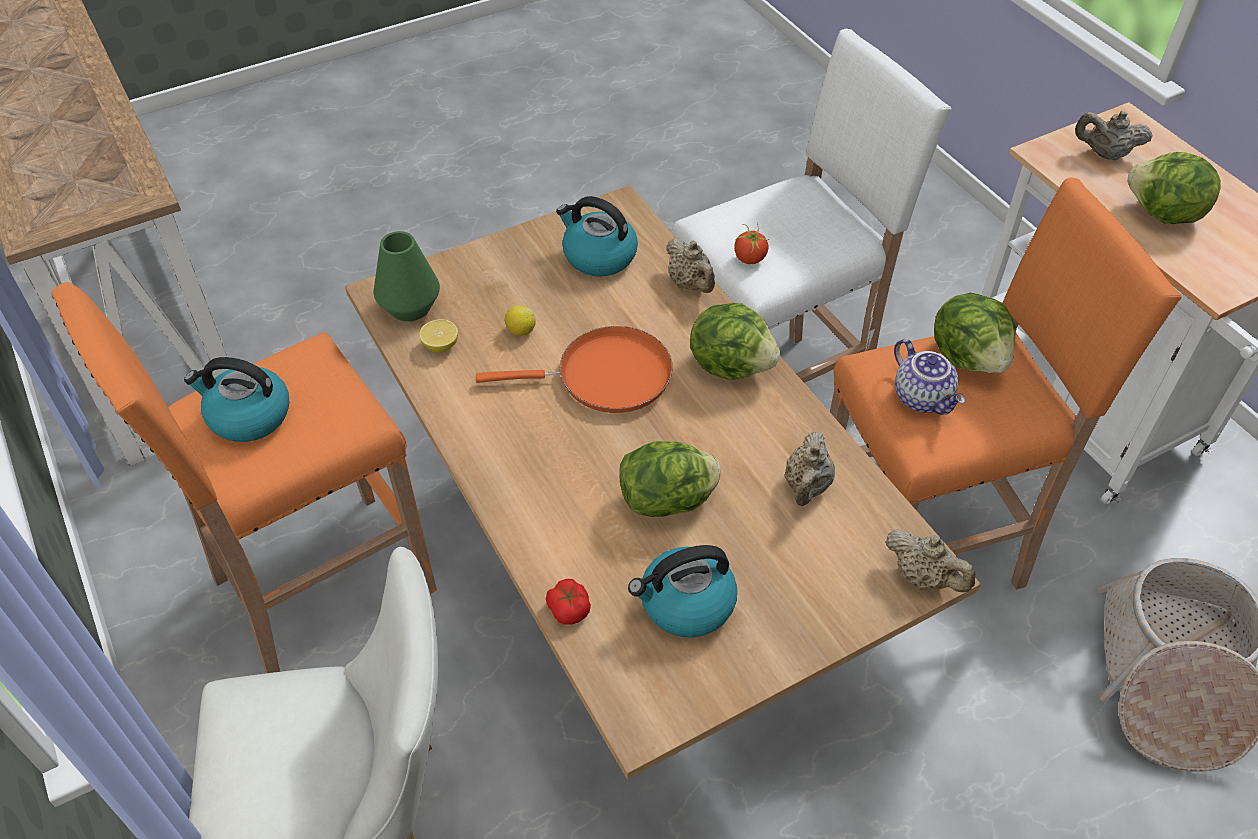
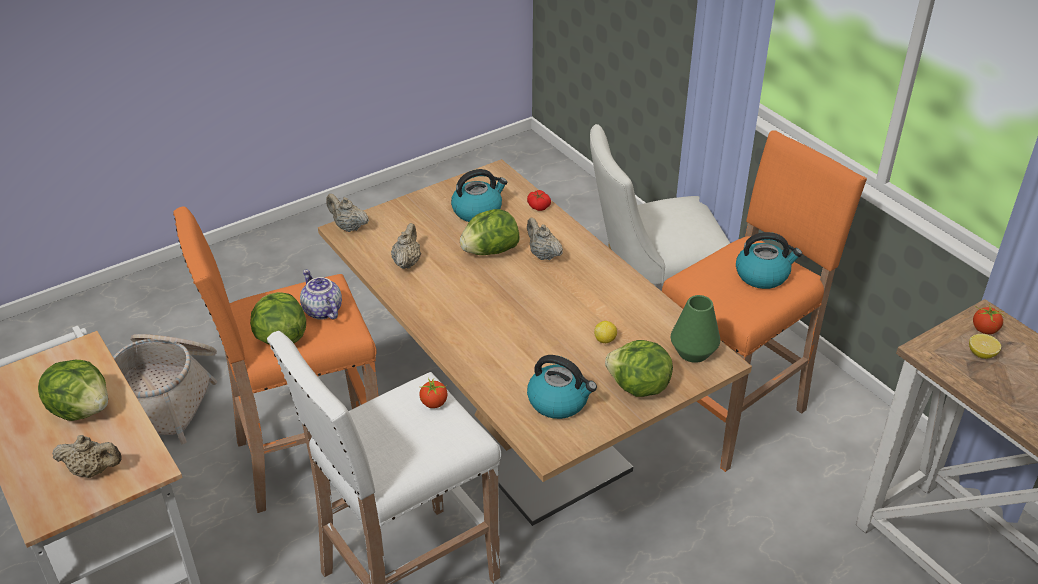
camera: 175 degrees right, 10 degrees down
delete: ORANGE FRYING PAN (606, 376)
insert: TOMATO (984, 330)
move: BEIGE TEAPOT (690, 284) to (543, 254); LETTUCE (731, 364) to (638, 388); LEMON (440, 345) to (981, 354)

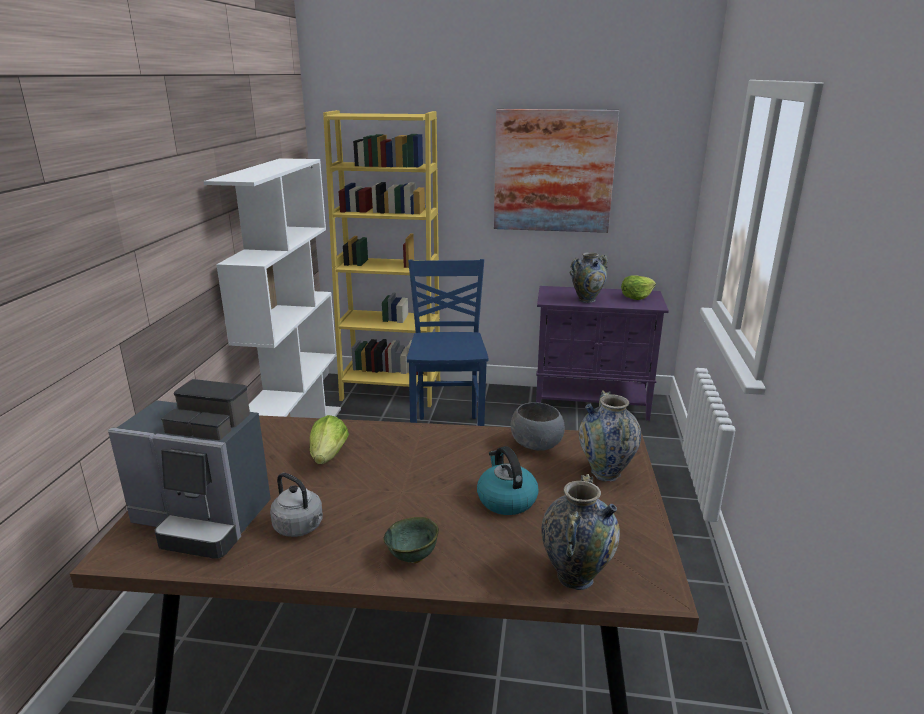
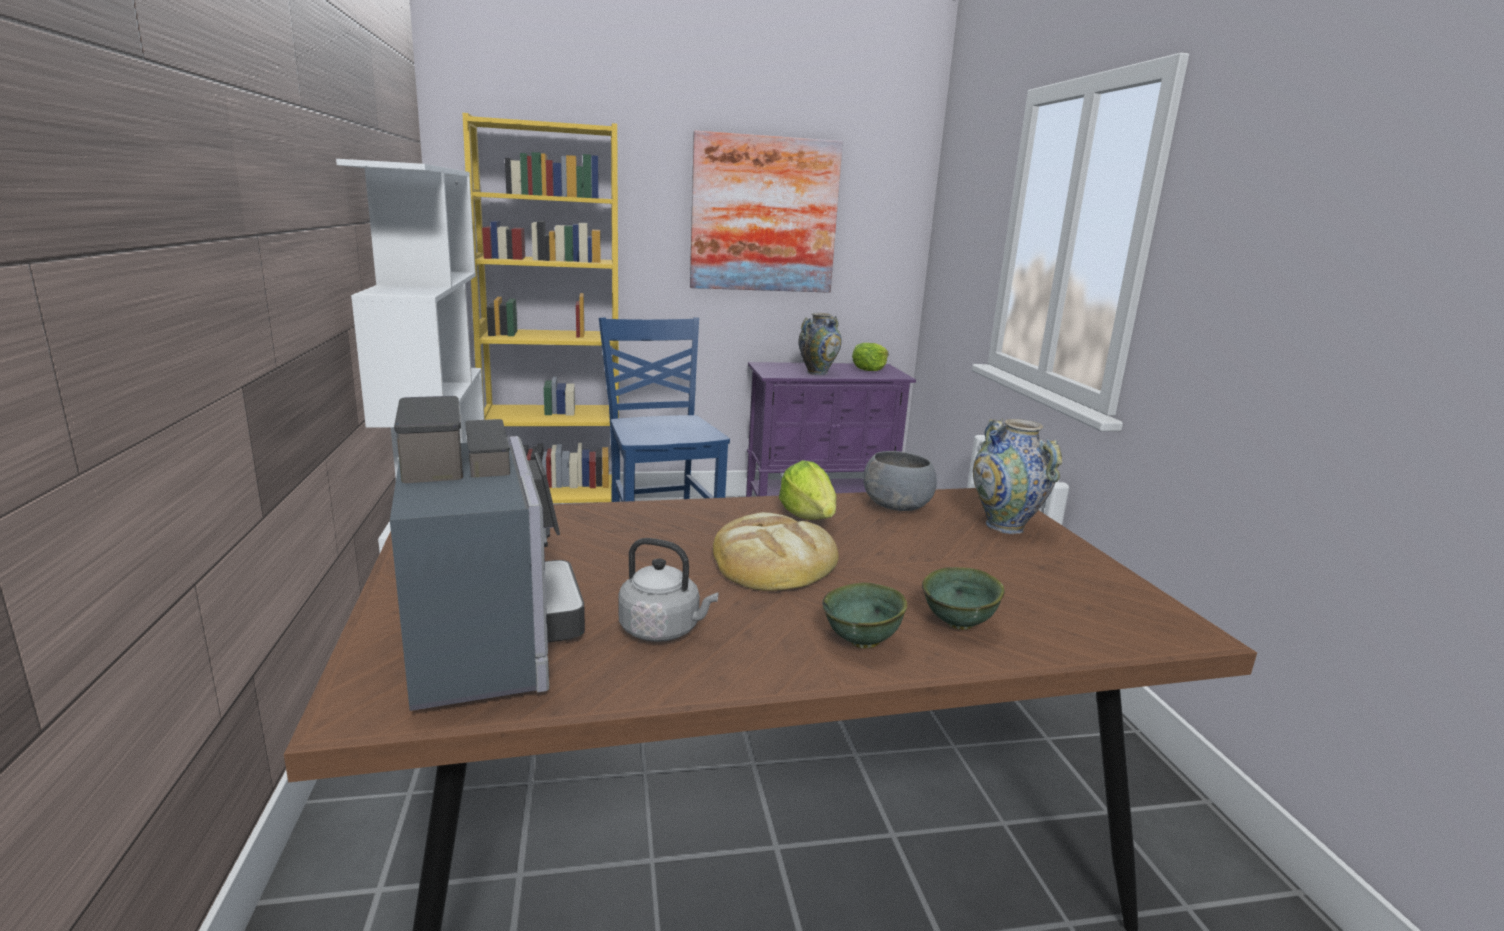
camera: 20 degrees left, 5 degrees down
delete: KETTLE (506, 499); VASE (575, 576)
insert: BREAD (773, 561); GREEN BOWL (959, 624)
move: LETTUCE (329, 456) to (808, 516)
rotate: COFFEE MACHINE (203, 520) = (492, 642) 105 degrees counterclockwise

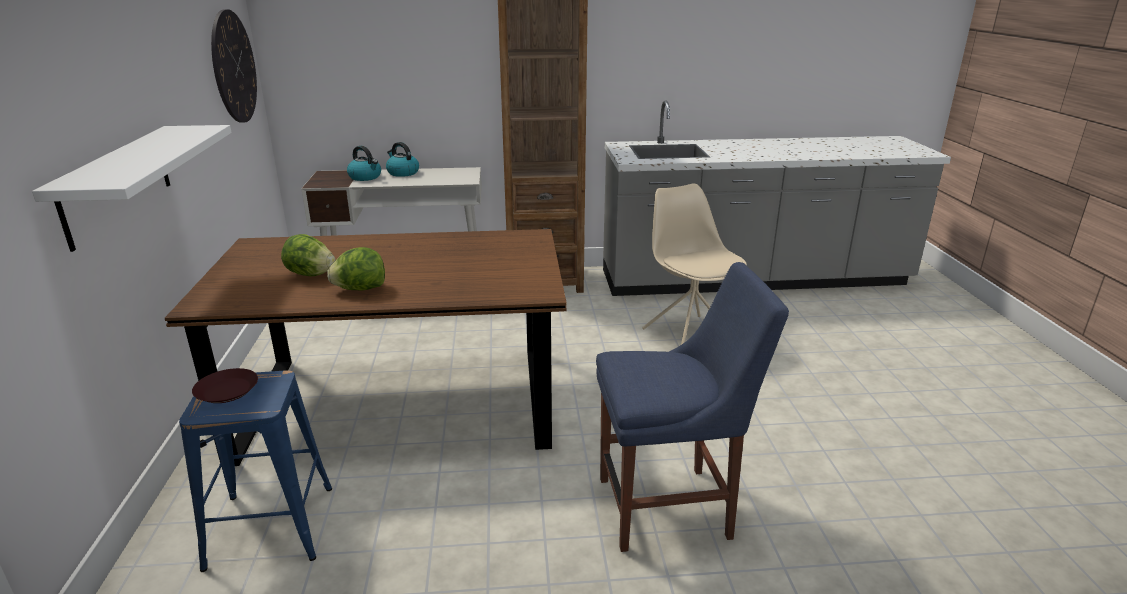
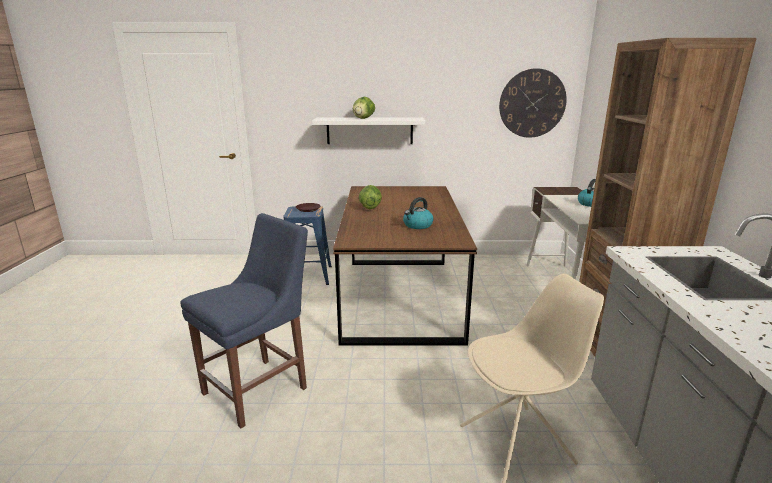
camera: 95 degrees right, 5 degrees down
move: KETTLE (365, 177) to (417, 225); LETTUCE (310, 274) to (363, 118)
rotate: BLUE CHAIR (671, 507) = (259, 388) 135 degrees counterclockwise

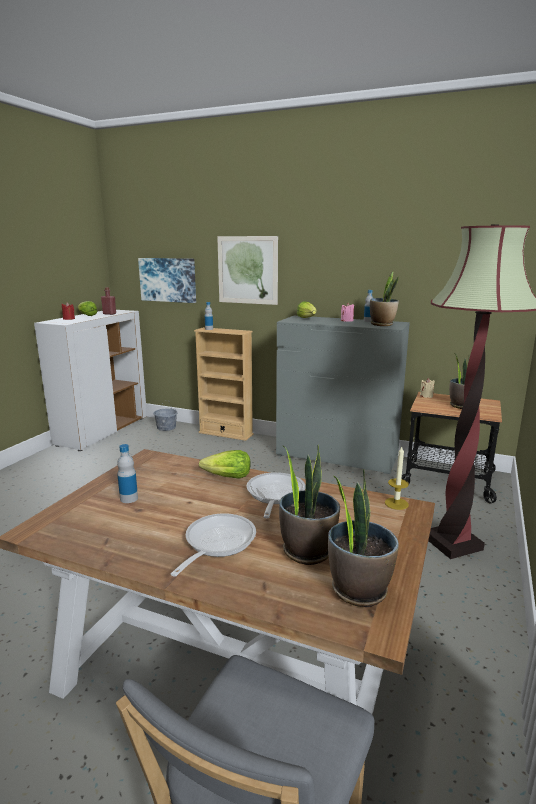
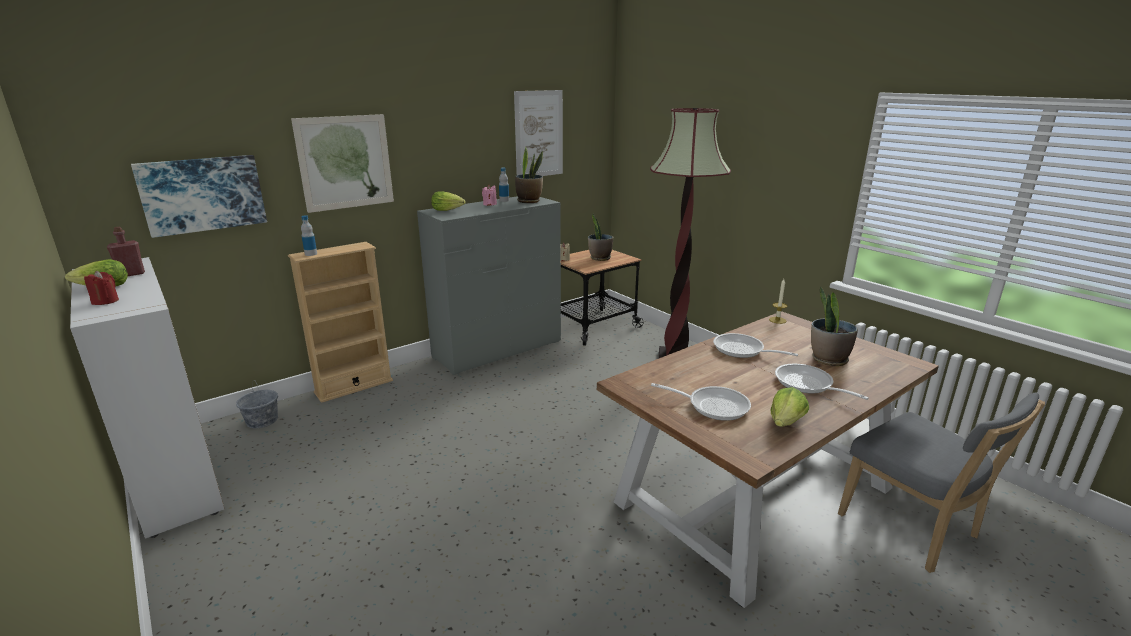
camera: 60 degrees left, 5 degrees up
delete: POTTED PLANT (358, 589)
insert: PICTURE (539, 134)
move: LETTUCE (227, 477) to (786, 422)
replace: BOTTLE (129, 498) to FRYING PAN (712, 406)

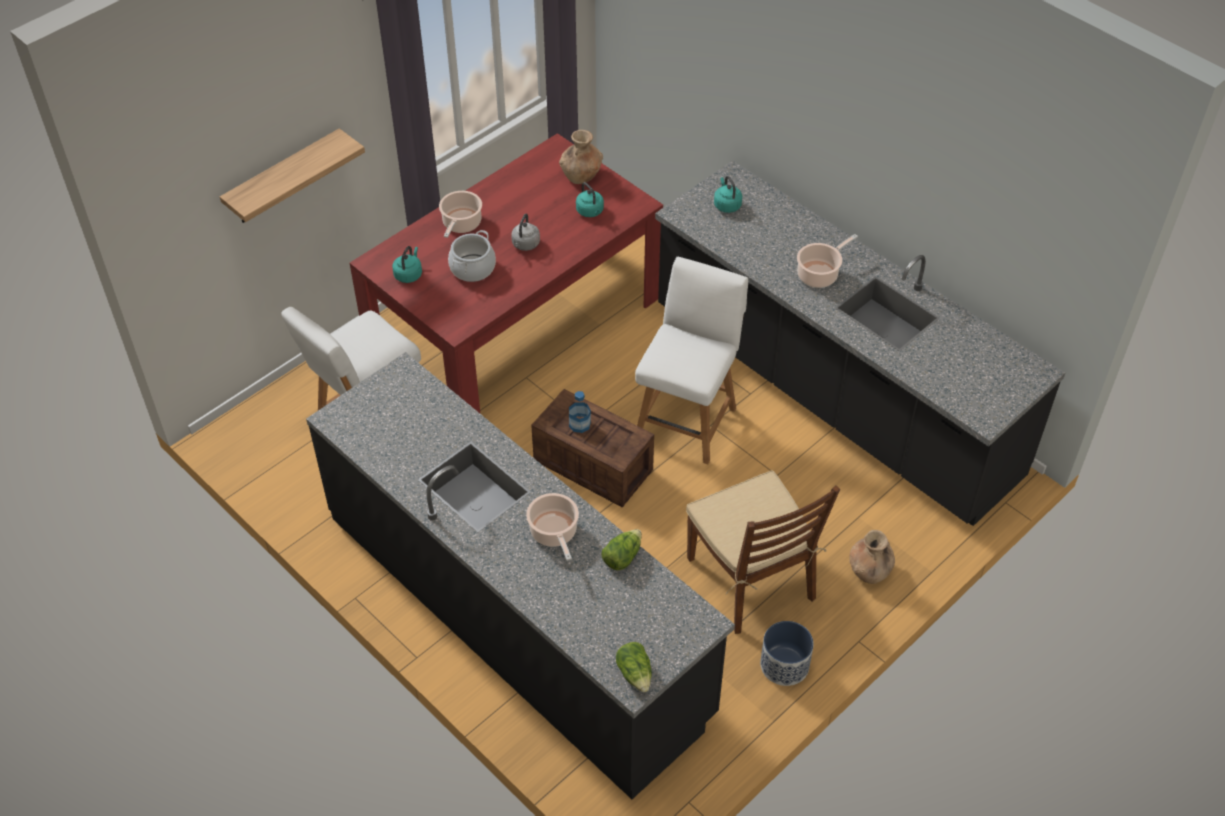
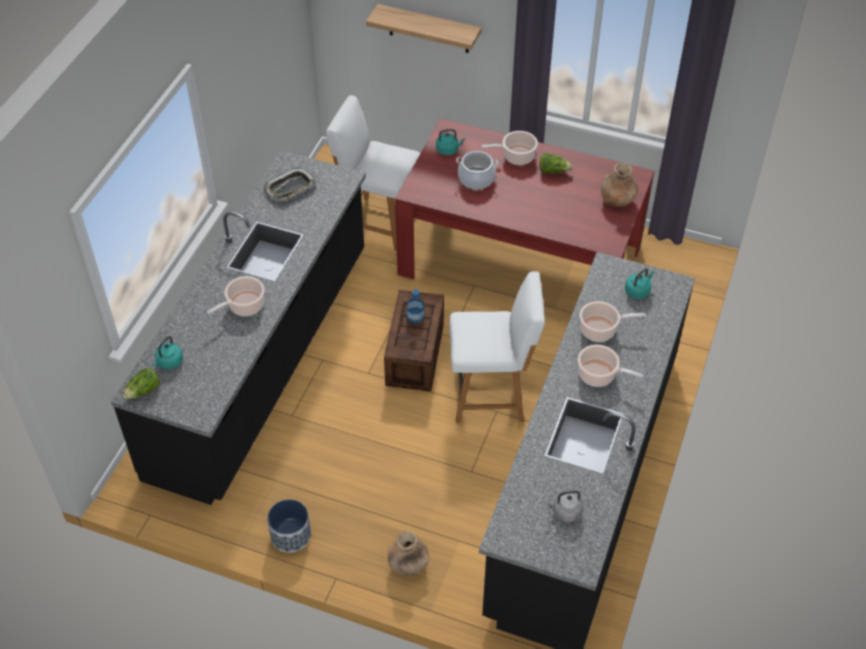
camera: 65 degrees right, 0 degrees up
delete: BROWN CHAIR (751, 579)
insert: TRAY (290, 188); COOKING POT (600, 330)
move: TURQUOISE KETTLE (590, 212) to (169, 363); GREY KETTLE (525, 245) to (565, 512); LETTUCE (622, 556) to (553, 171)

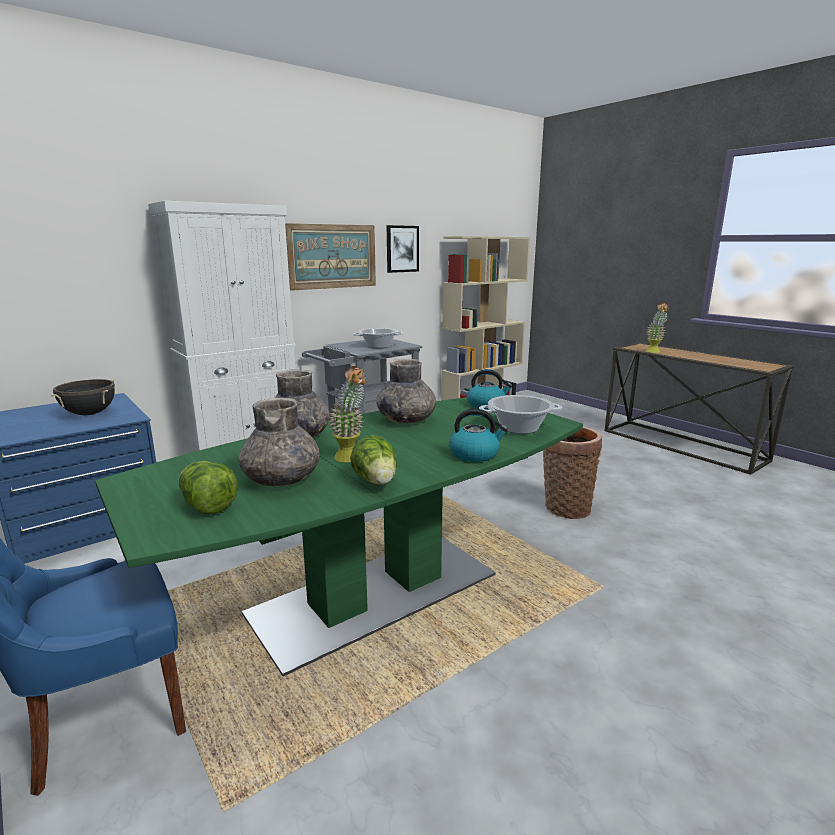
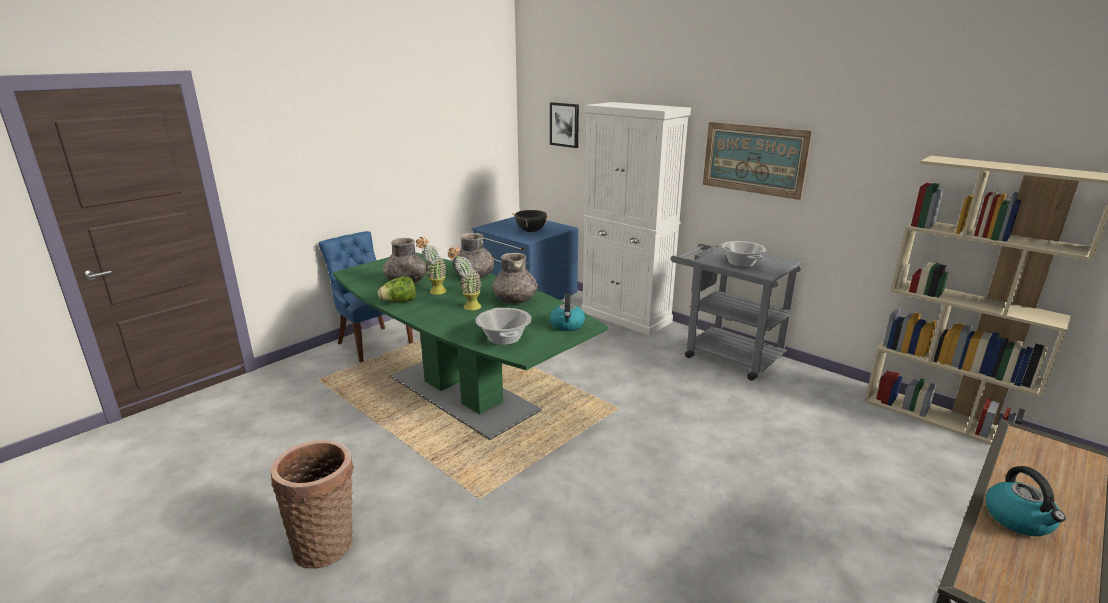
camera: 80 degrees right, 5 degrees up
delete: LETTUCE (207, 506)
move: PICTURE (402, 249) to (564, 125); POTTED PLANT (654, 352) to (467, 307); KETTLE (475, 454) to (1019, 520); BASKET (564, 507) to (326, 543)

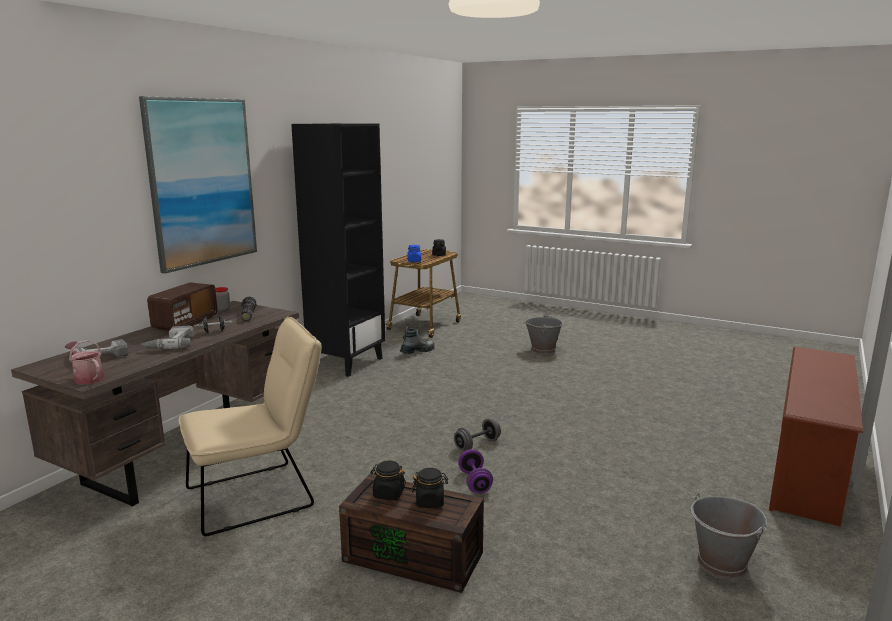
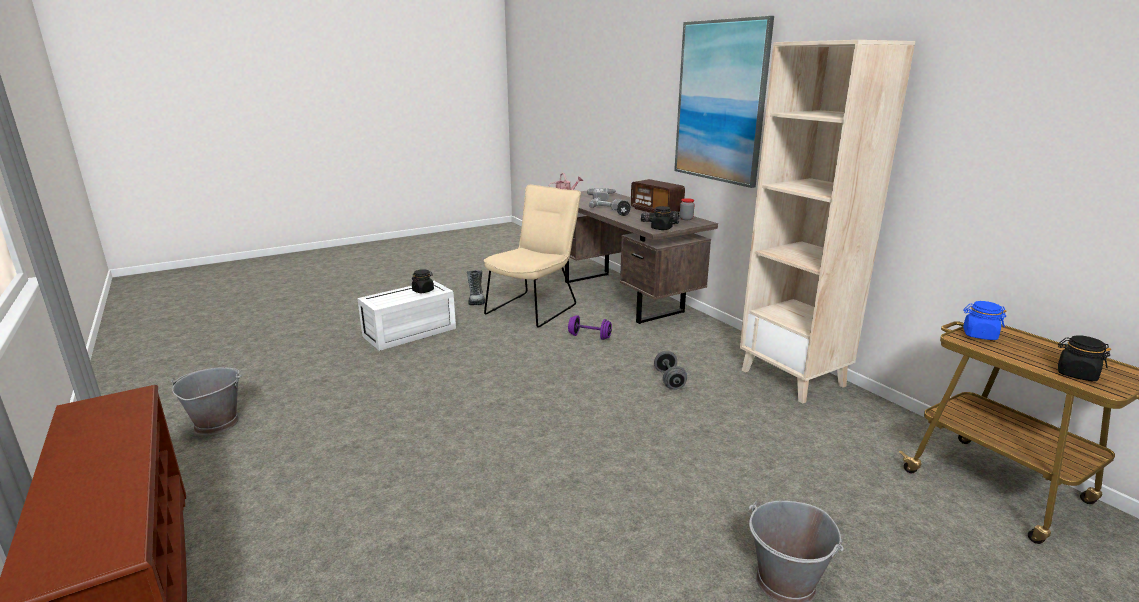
camera: 120 degrees right, 5 degrees up
move: BOOT (417, 351) to (476, 299); GREY DUMBBELL (477, 445) to (669, 380); PURPLE DUMBBELL (475, 482) to (589, 336); BLACK JAR (430, 501) to (661, 228)
recolor: BLACK BOOKCASE (346, 362) to BEIGE BOOKCASE (793, 378); BROWN STORAGE BOX (415, 556) to WHITE STORAGE BOX (409, 333)
rotate: BEIGE CHAIR (259, 495) = (535, 307) 150 degrees counterclockwise

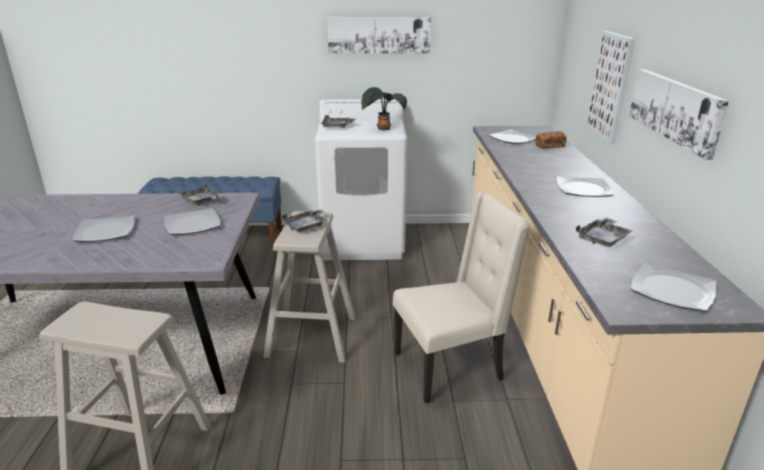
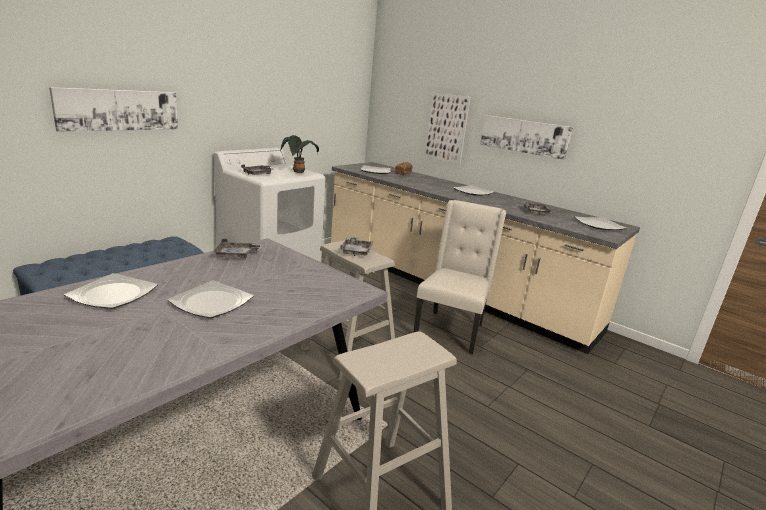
camera: 50 degrees left, 5 degrees down
move: PICTURE (379, 35) to (119, 110); PLATE (192, 225) to (113, 294)

